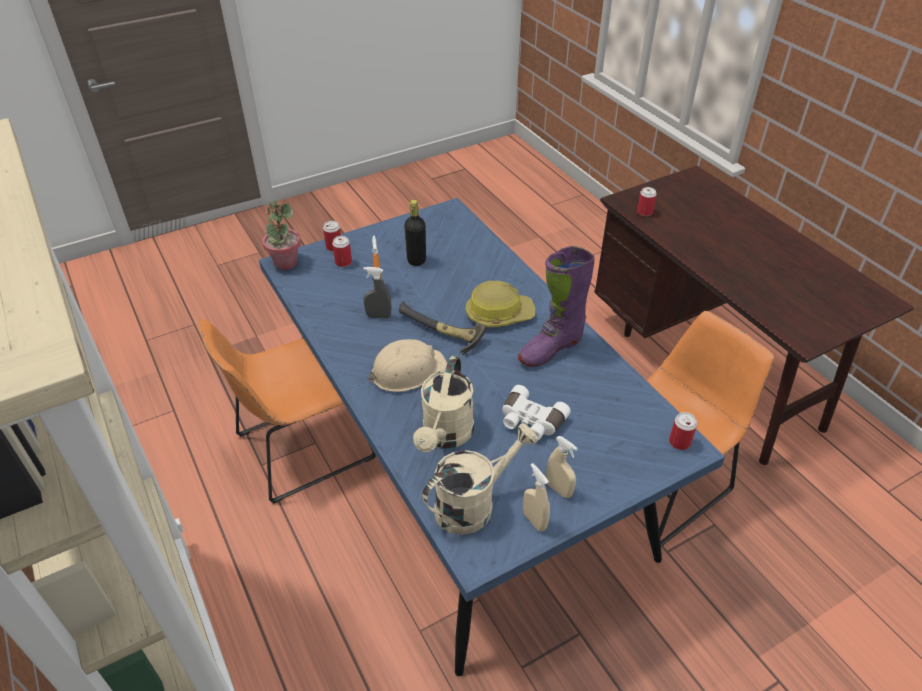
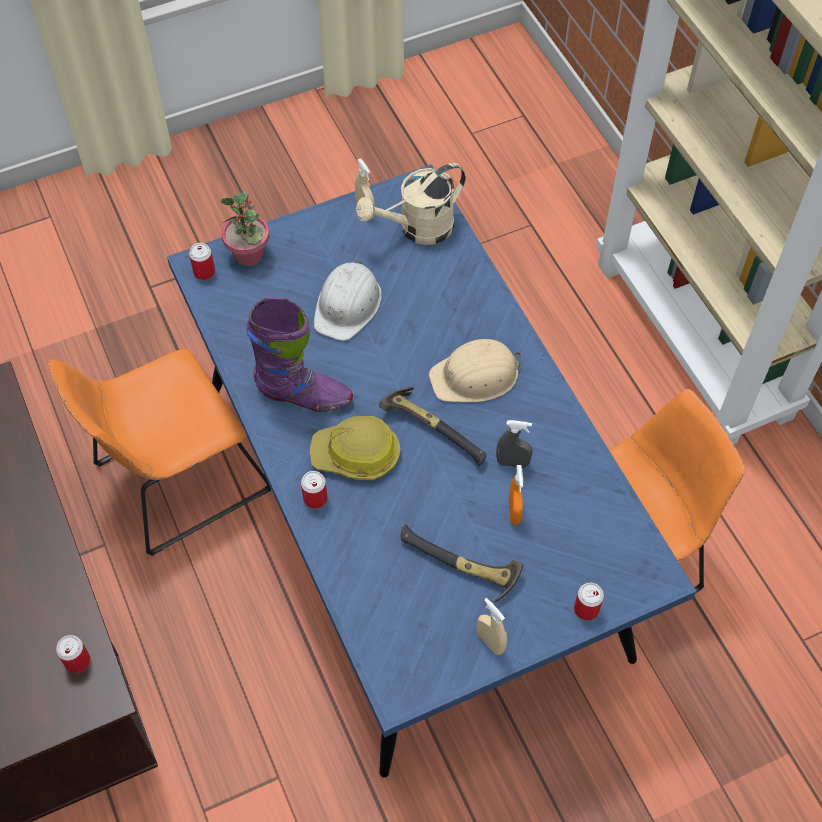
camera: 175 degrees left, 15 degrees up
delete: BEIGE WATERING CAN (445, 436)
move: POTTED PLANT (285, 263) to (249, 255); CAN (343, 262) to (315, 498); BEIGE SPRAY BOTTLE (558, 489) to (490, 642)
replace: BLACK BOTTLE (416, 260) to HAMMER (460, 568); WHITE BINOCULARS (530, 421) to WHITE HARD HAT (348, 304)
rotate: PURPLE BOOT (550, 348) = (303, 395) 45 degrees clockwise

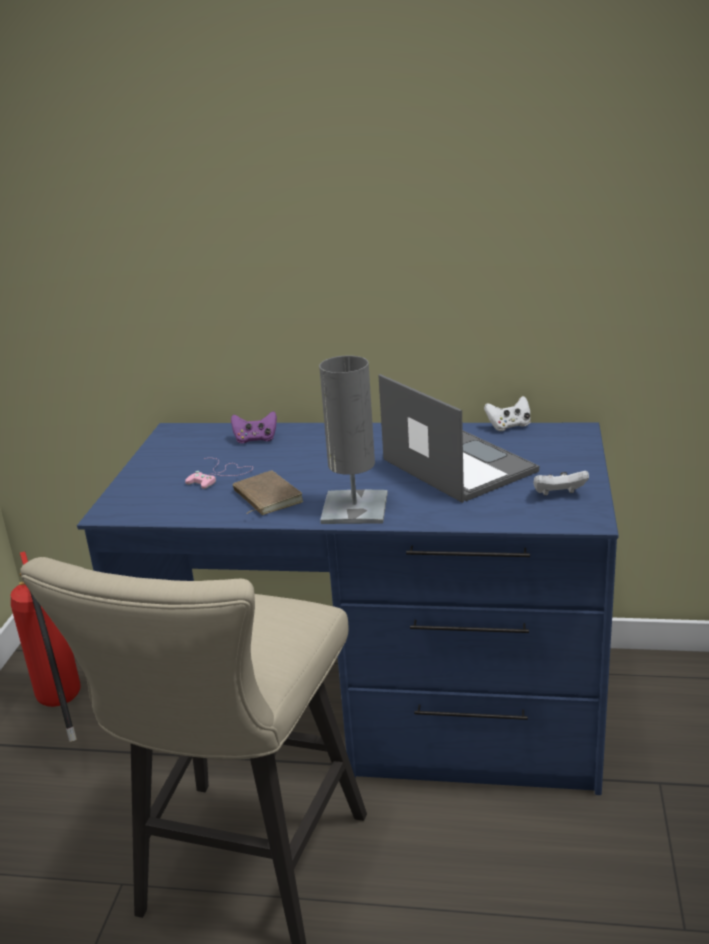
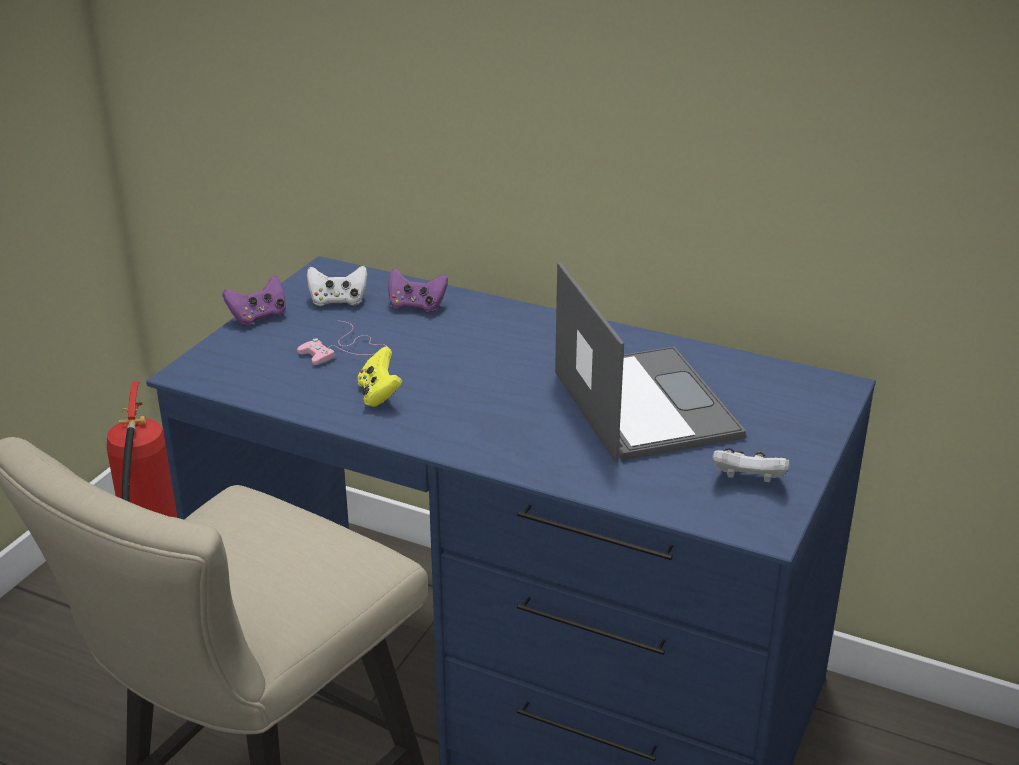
camera: 15 degrees right, 5 degrees up
delete: GREY TABLE LAMP (355, 508)
insert: PURPLE GAME CONTROLLER (258, 317)
move: WHITE GAME CONTROLLER (509, 426) to (338, 301)
replace: BROWN BOOK (265, 497) to YELLOW GAME CONTROLLER (379, 395)

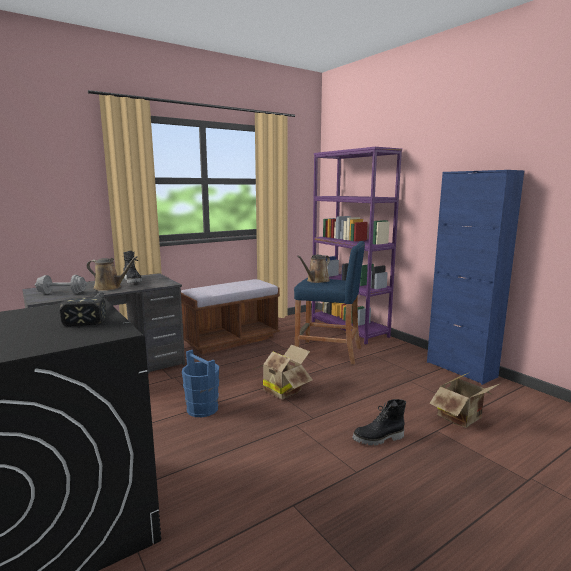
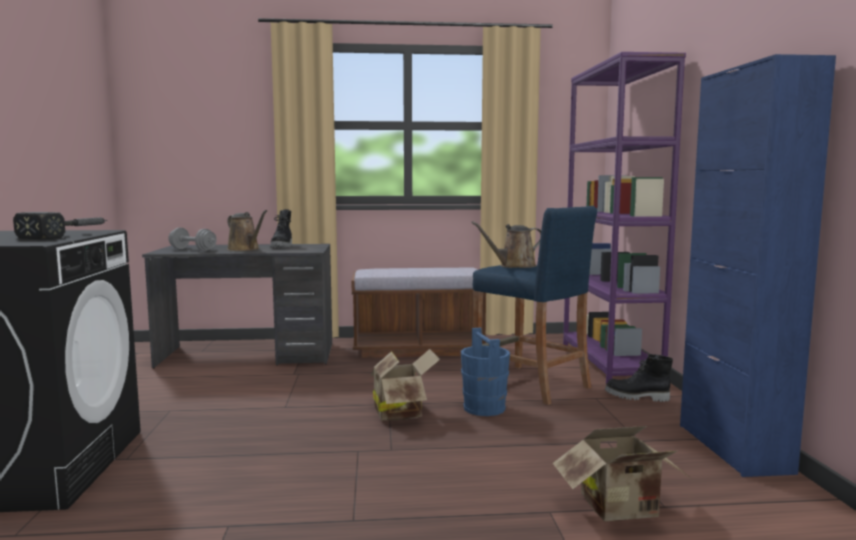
camera: 30 degrees right, 5 degrees down
move: BLUE BUCKET (202, 409) to (484, 408); BLACK BOOT (379, 439) to (637, 397)

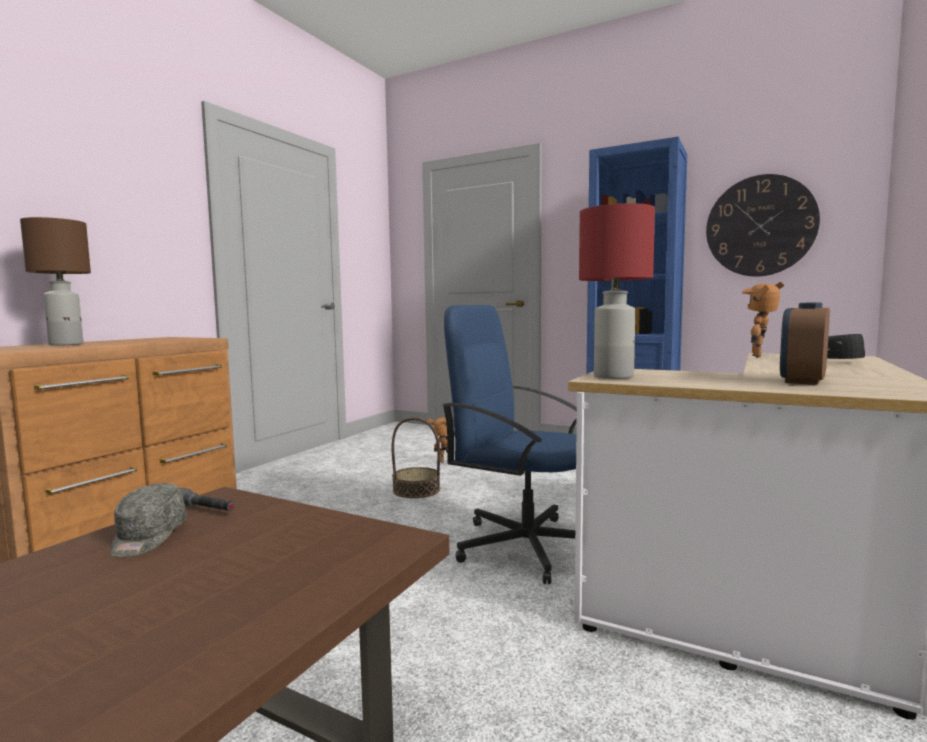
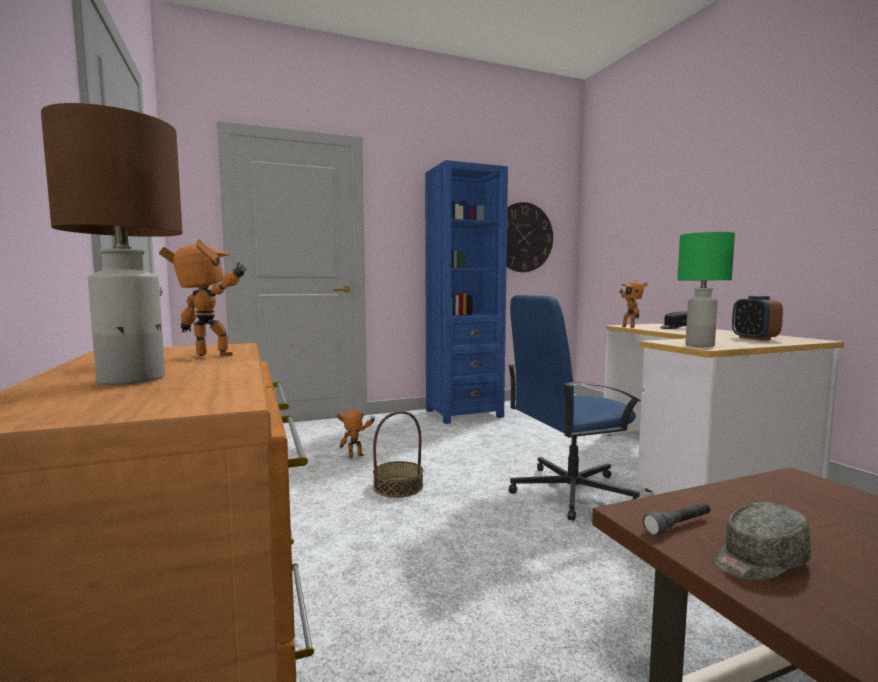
camera: 50 degrees left, 0 degrees up
insert: TOY ROBOT (211, 356)
recolor: RED TABLE LAMP (612, 376) to GREEN TABLE LAMP (699, 345)
rotate: GREY CAP (147, 537) = (758, 560) 120 degrees clockwise

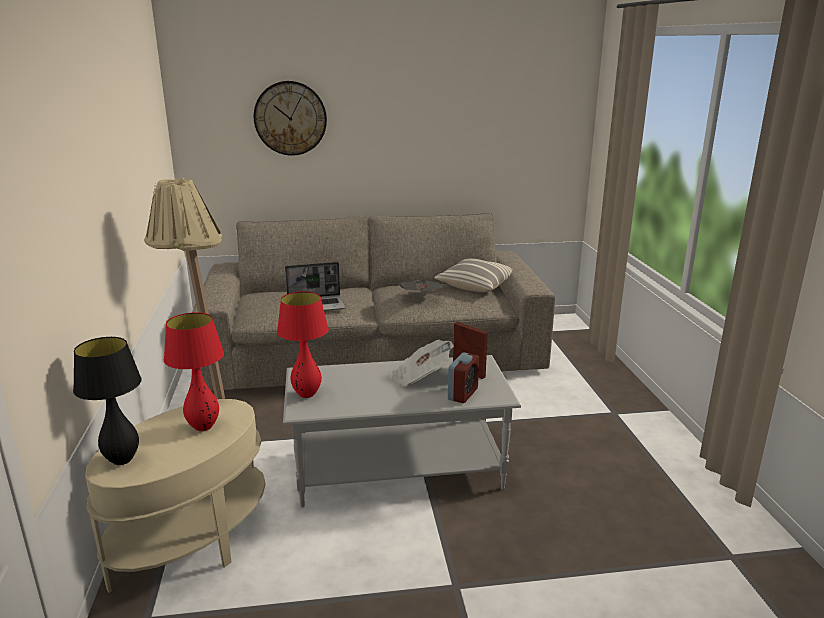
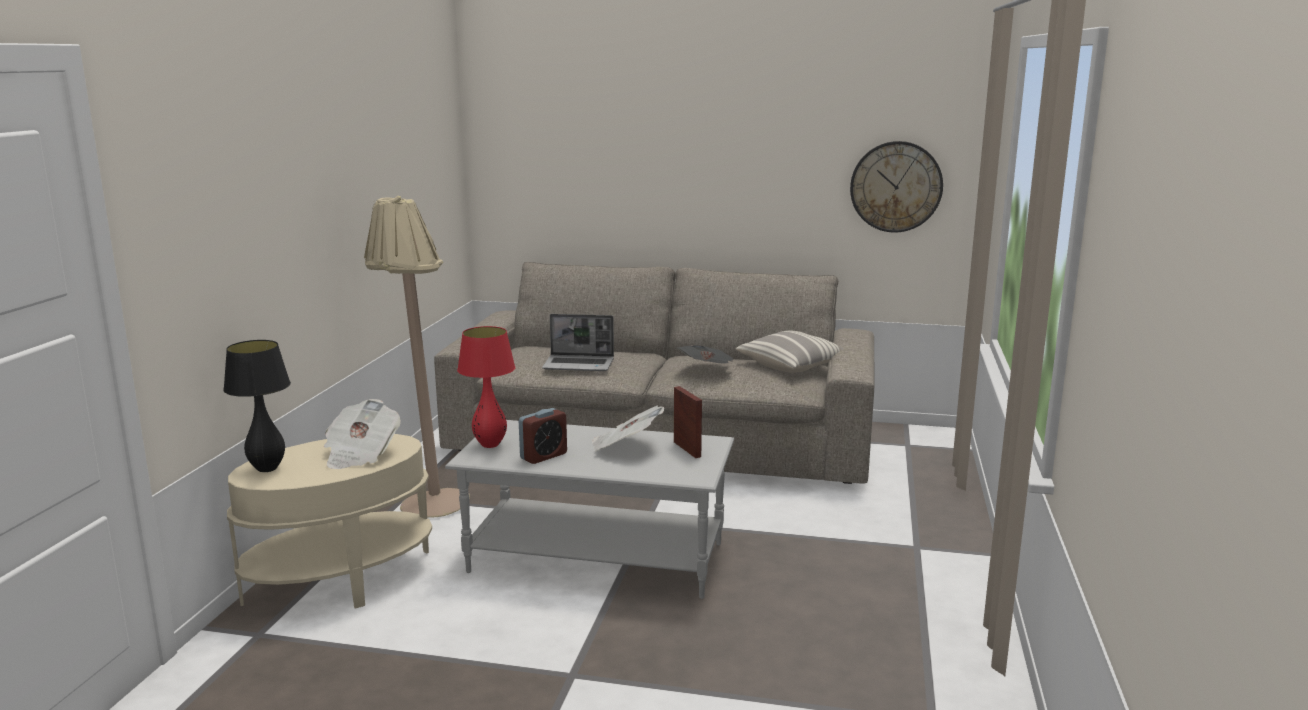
camera: 20 degrees right, 5 degrees down
move: WALL CLOCK (290, 118) to (896, 186); ALARM CLOCK (463, 394) to (543, 456)
replace: RED TABLE LAMP (204, 427) to NEWSPAPER (360, 454)

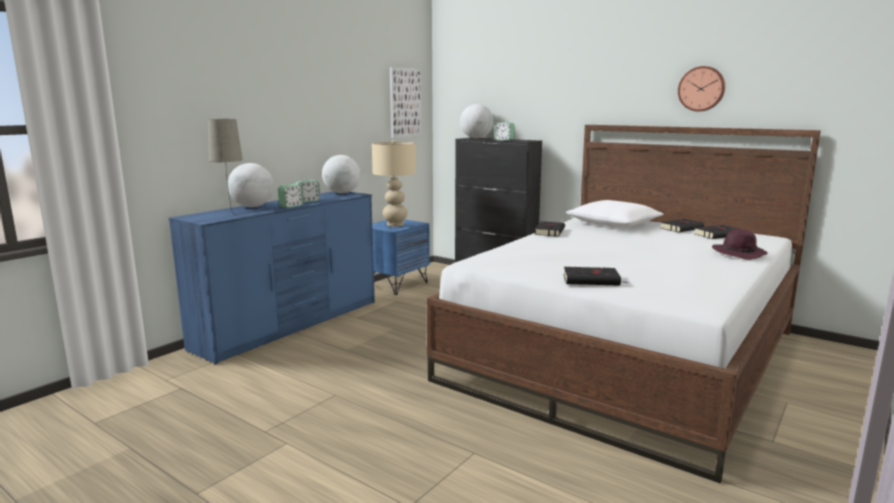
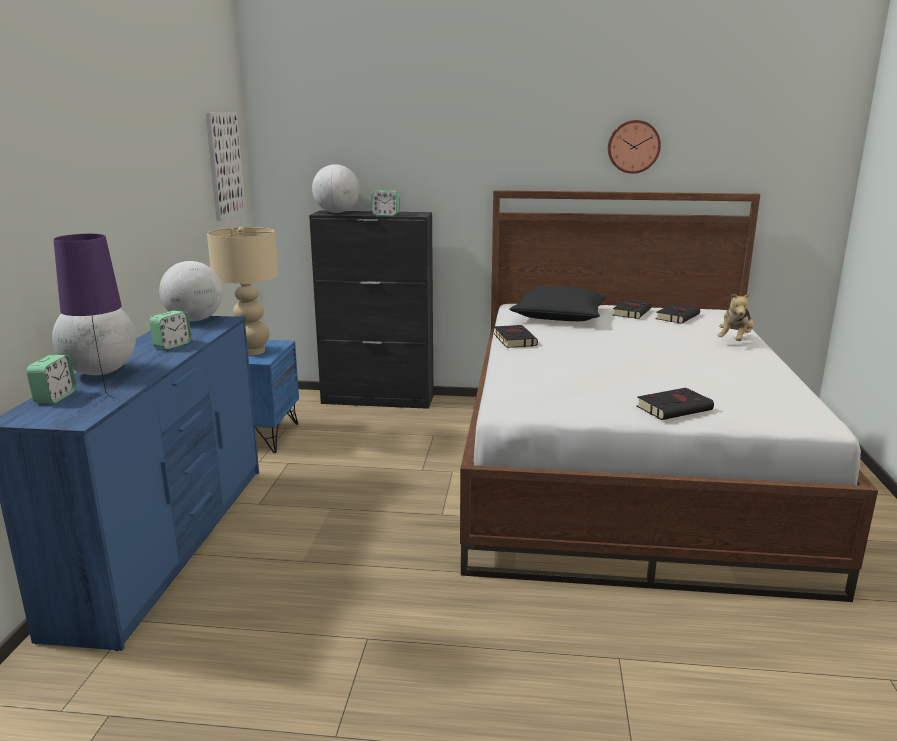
camera: 30 degrees left, 5 degrees up
move: ALARM CLOCK (291, 206) to (55, 397)
replace: PURPLE HAT (739, 254) to PLUSH TOY (735, 340)
recolor: BEIGE TABLE LAMP (231, 217) to PURPLE TABLE LAMP (107, 403); WHITE PILLOW (613, 224) to BLACK PILLOW (559, 316)

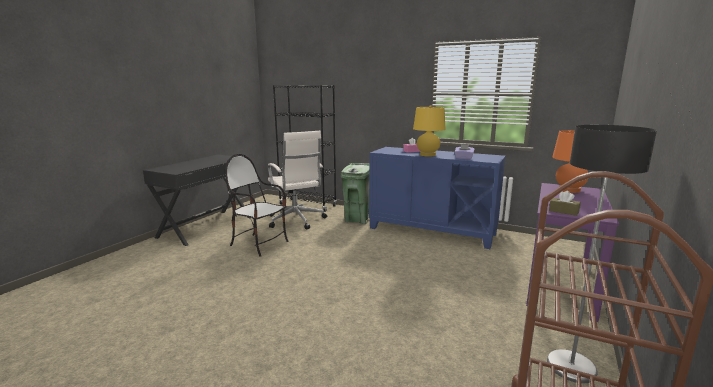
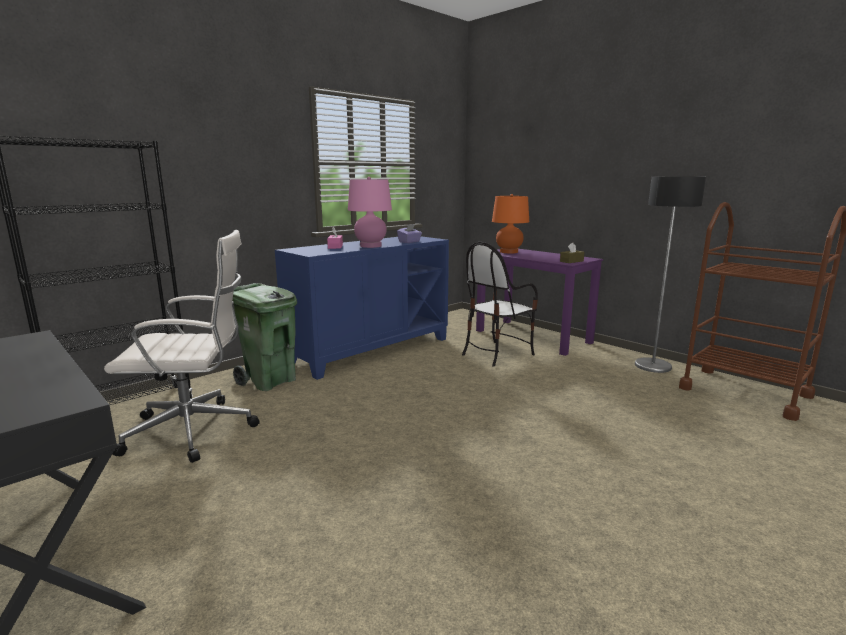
camera: 70 degrees left, 0 degrees up
move: CHAIR (259, 244) to (497, 354)
recolor: YELLOW TABLE LAMP (427, 155) to PINK TABLE LAMP (370, 246)

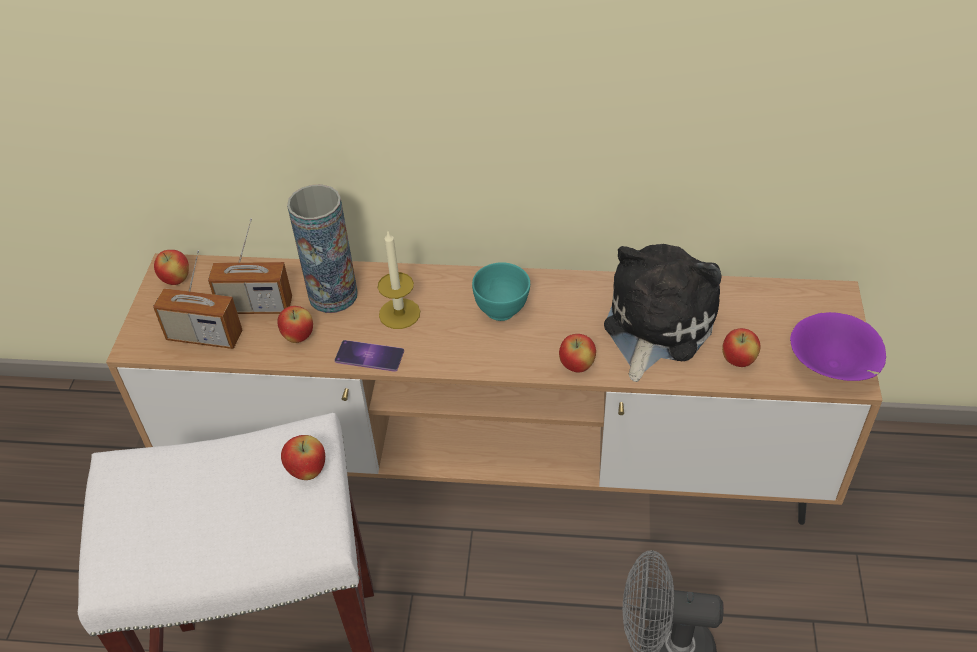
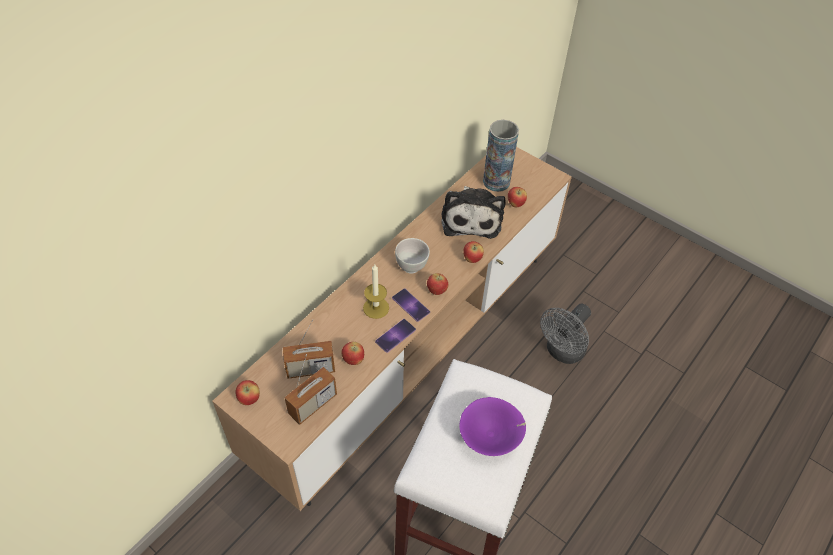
camera: 60 degrees left, 5 degrees up
insert: PHONE (410, 305)
move: VASE (333, 295) to (496, 181); PURPLE BOWL (832, 369) to (491, 437); APPLE (307, 471) to (436, 291)
recolor: TURQUOISE BOWL (502, 311) to WHITE BOWL (411, 266)
rotate: RADIO (256, 306) = (310, 369) 45 degrees clockwise; PLUSH TOY (655, 325) = (471, 217) 150 degrees counterclockwise

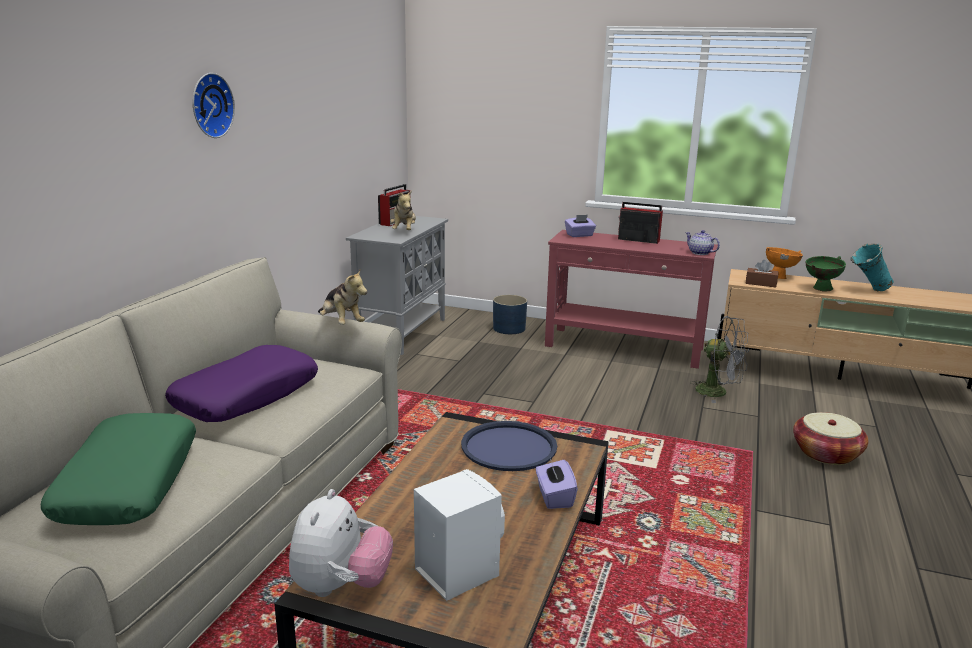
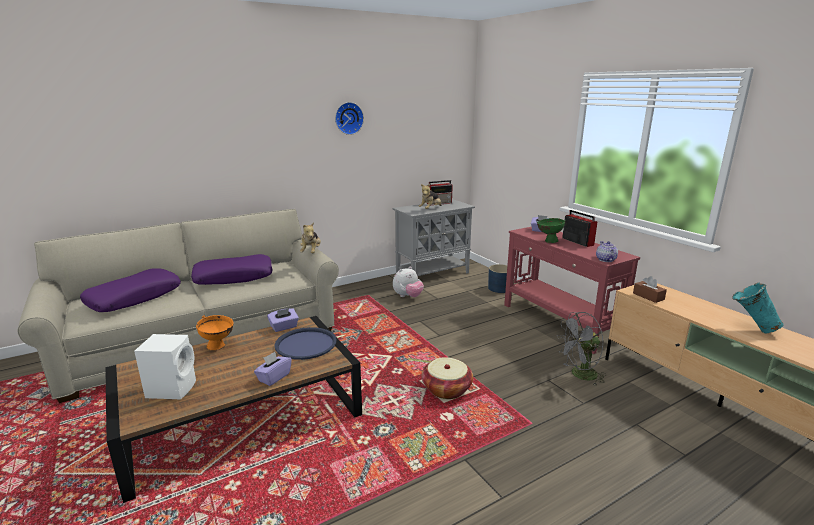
camera: 40 degrees right, 0 degrees up
insert: PURPLE TISSUE BOX (284, 327)
move: WALL CLOCK (209, 105) to (348, 118); ORANGE BOWL (780, 277) to (219, 347); GREEN BOWL (820, 289) to (548, 241); BASKET (826, 454) to (446, 389); PLUSH TOY (341, 586) to (408, 296)
recolor: GREEN PILLOW (128, 483) to PURPLE PILLOW (134, 298)
rotate: GREY FAN (718, 392) = (579, 375) 90 degrees clockwise

